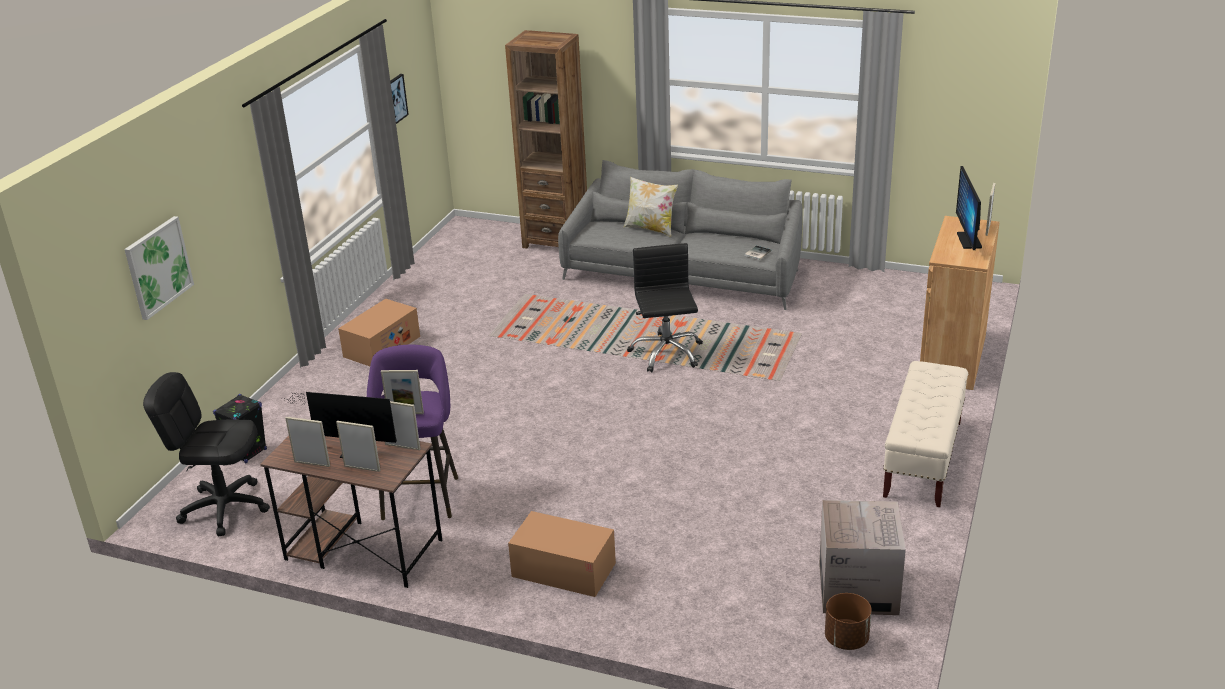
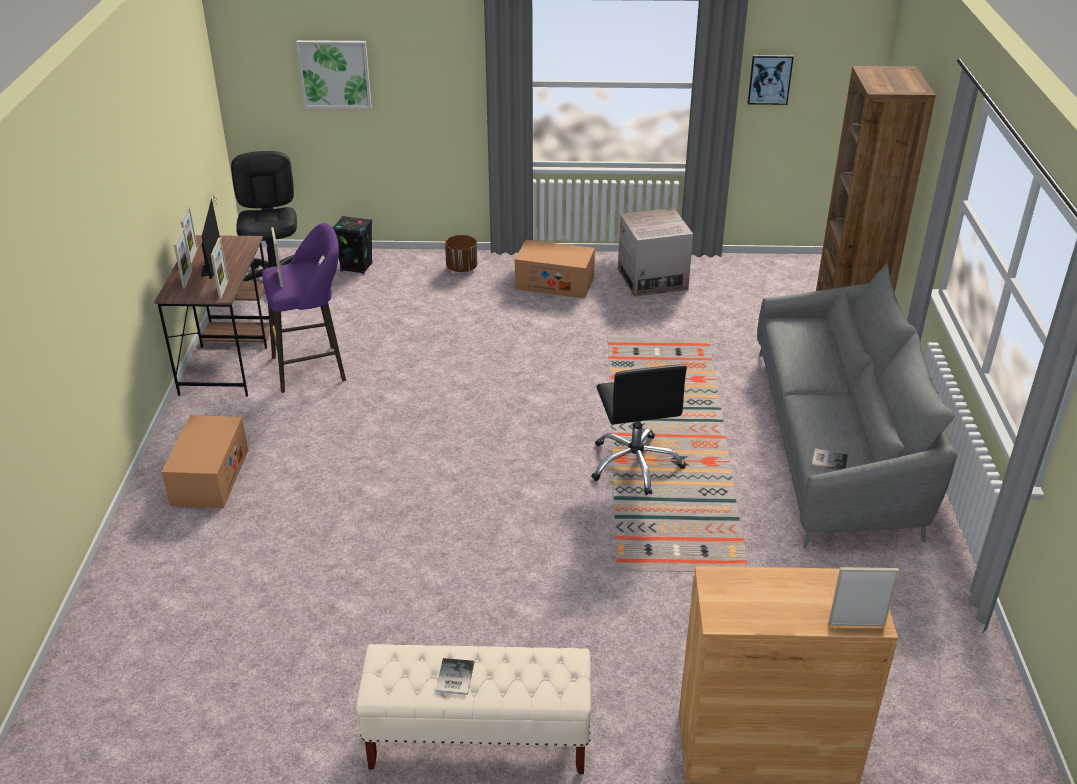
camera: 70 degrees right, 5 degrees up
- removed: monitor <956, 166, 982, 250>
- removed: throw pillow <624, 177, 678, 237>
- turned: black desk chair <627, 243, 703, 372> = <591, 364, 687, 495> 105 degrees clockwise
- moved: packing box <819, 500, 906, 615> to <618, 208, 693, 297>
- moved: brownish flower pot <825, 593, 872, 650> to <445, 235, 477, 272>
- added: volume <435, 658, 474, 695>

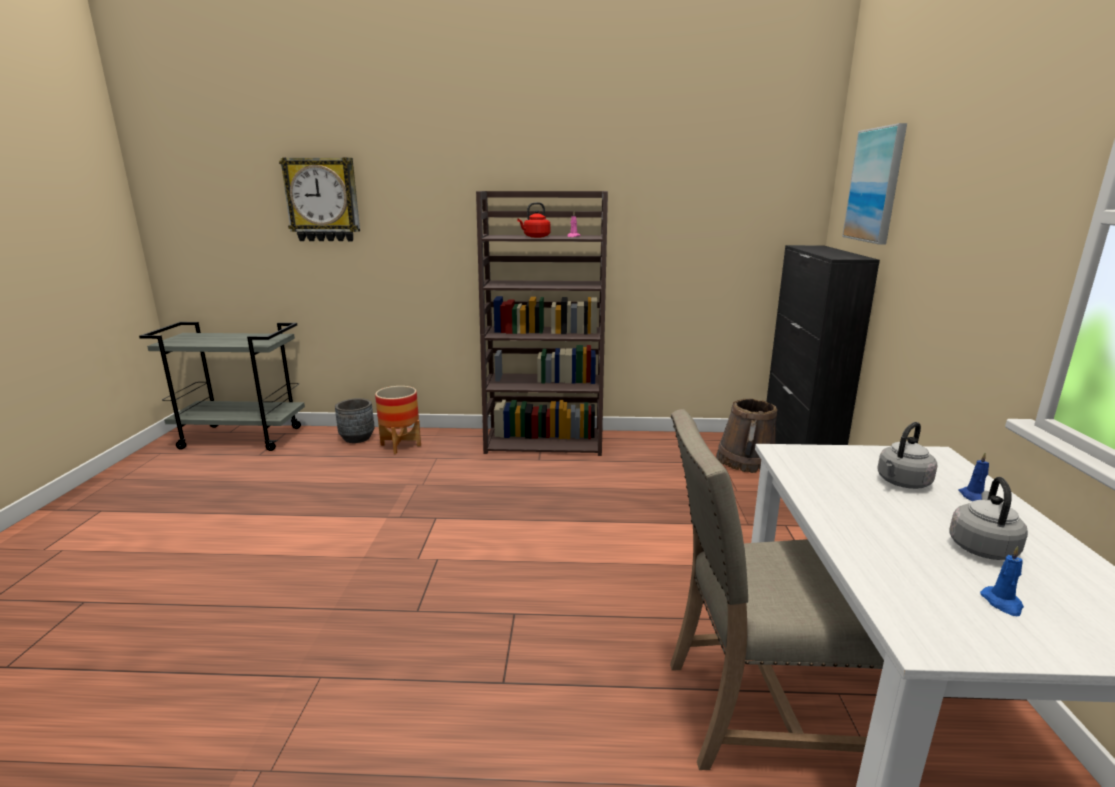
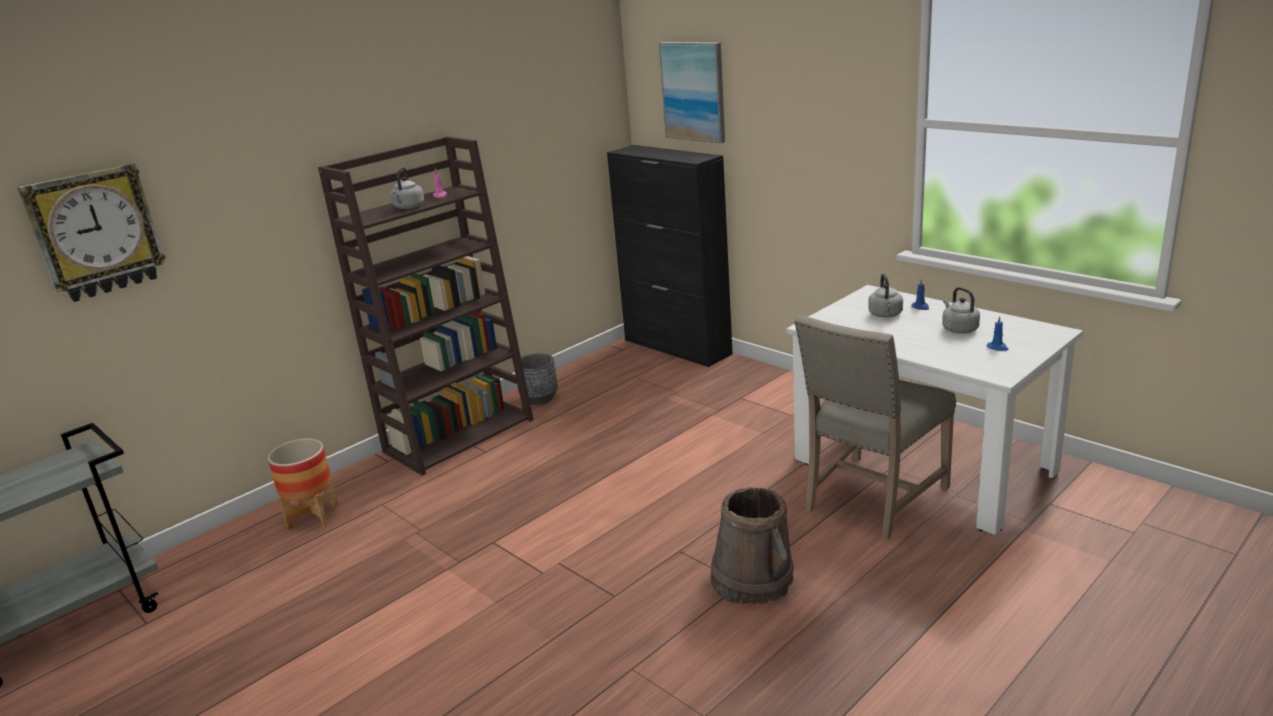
camera: 45 degrees left, 5 degrees up
- recoloured: red-coloured tea kettle <517, 202, 551, 238> to grey tea kettle <390, 167, 424, 209>
- moved: grey flower pot <335, 398, 375, 443> to <517, 353, 558, 405>
- moved: brownish bucket <716, 398, 777, 473> to <711, 487, 794, 605>

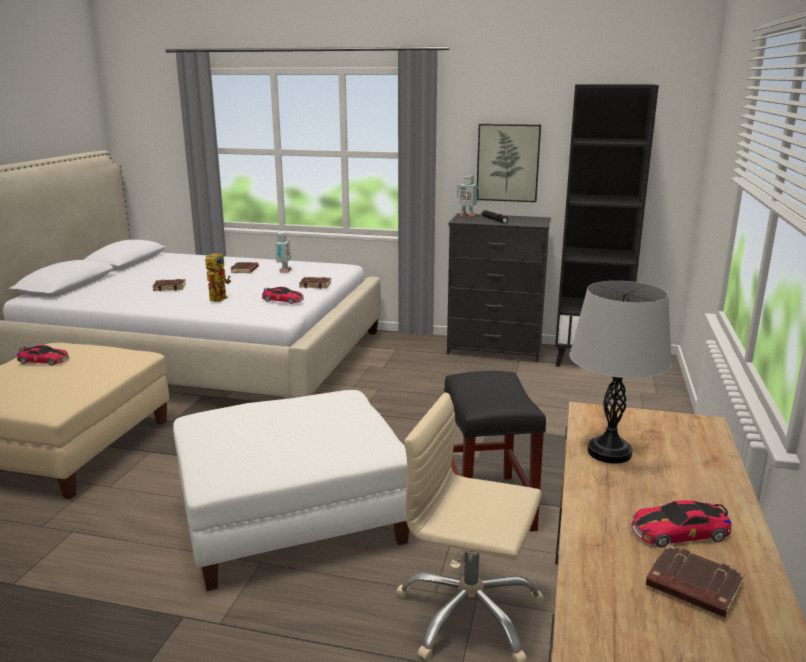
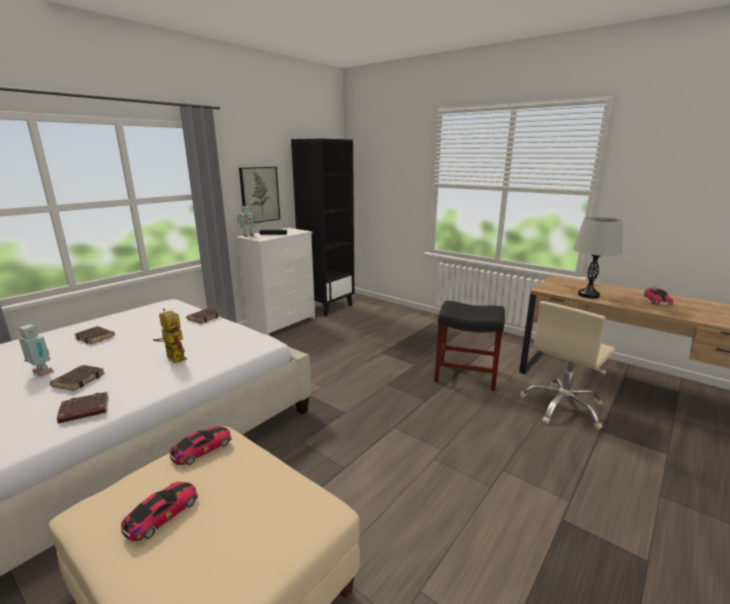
camera: 65 degrees left, 0 degrees up
- recoloured: black drawer chest <447, 213, 551, 362> to white-coloured drawer chest <236, 228, 315, 335>
- moved: toy robot <275, 232, 291, 273> to <19, 324, 54, 377>
- moved: miniature car <262, 287, 304, 304> to <170, 426, 231, 465>
- removed: white-coloured footrest <173, 390, 409, 591>
- moved: brownish volume <646, 545, 745, 618> to <57, 392, 109, 424>

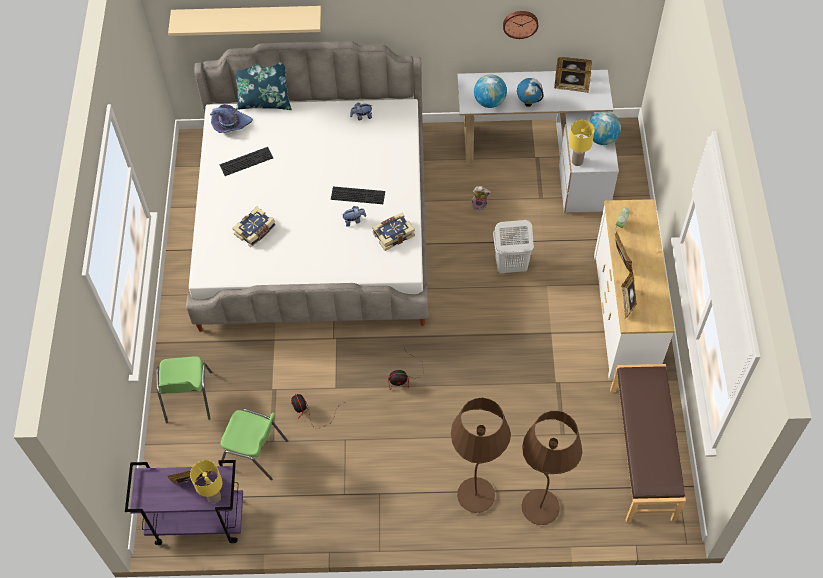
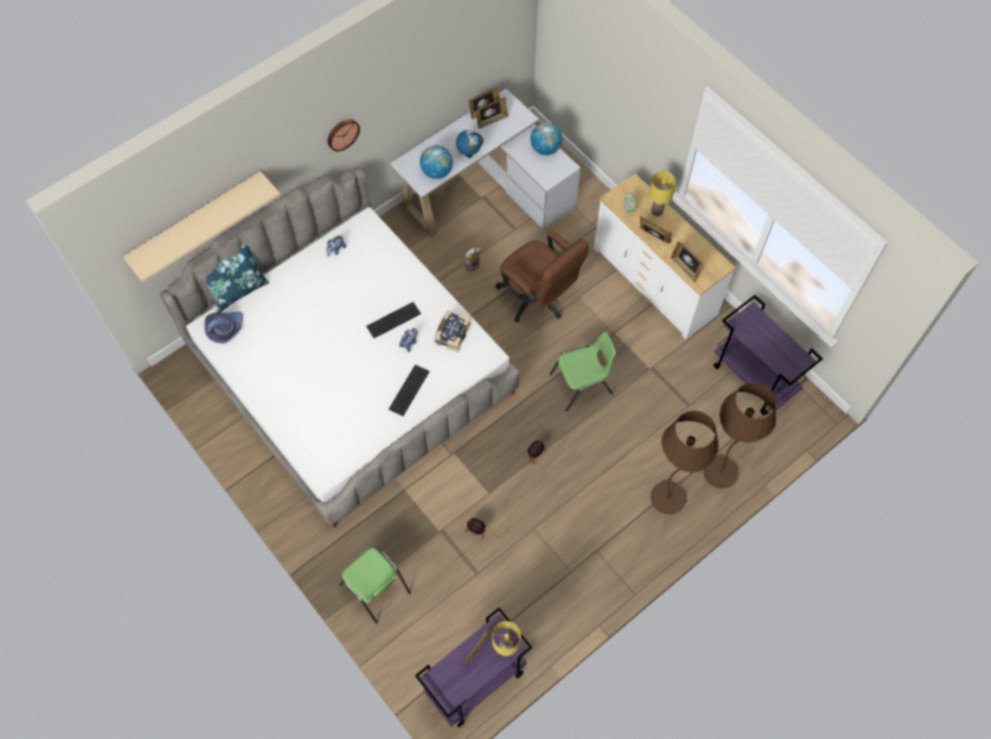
camera: 40 degrees left, 5 degrees up
- moved: hanging clock <503, 11, 538, 39> to <328, 119, 360, 151>
- moved: yellow-coloured tabletop lamp <569, 120, 595, 166> to <649, 171, 676, 216>
- moved: PC keyboard <220, 147, 273, 176> to <388, 365, 430, 416>
- removed: volume <233, 207, 275, 247>
- replaced: white-coloured laundry basket <493, 220, 534, 273> to brownish desk chair <495, 230, 589, 323>
- replaced: brownish bench <610, 364, 686, 523> to purple wheeled cart <714, 295, 823, 415>
- moved: green upright chair <220, 409, 288, 480> to <550, 332, 616, 412>

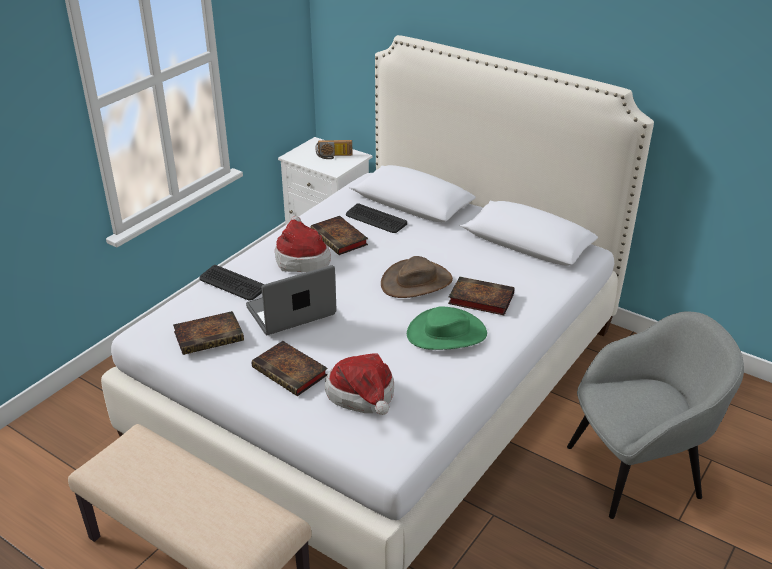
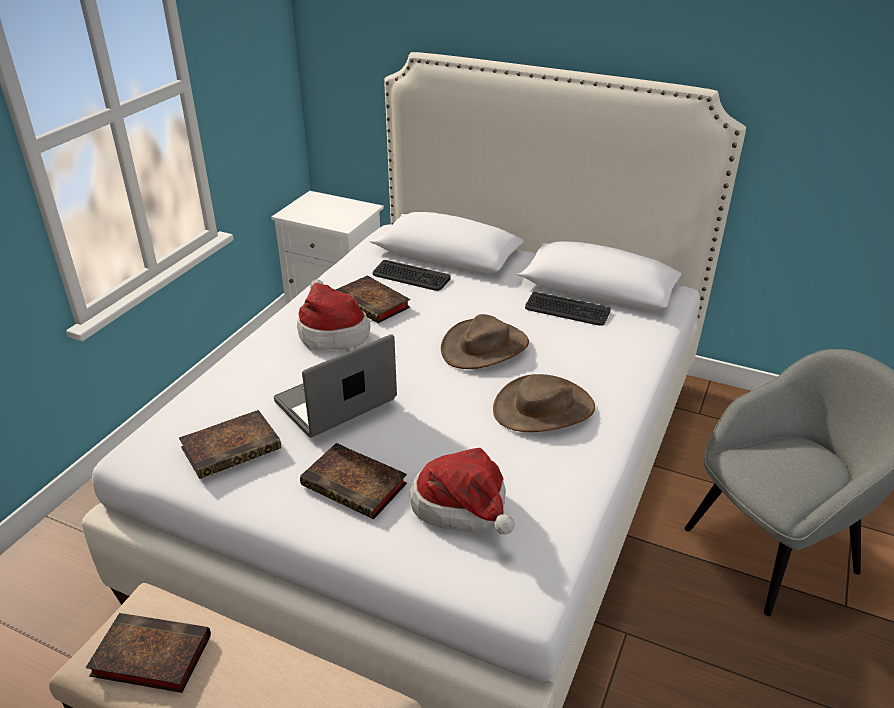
camera: 10 degrees left, 0 degrees up
- removed: radio receiver <315, 140, 353, 159>
- moved: PC keyboard <199, 265, 264, 300> to <525, 292, 611, 326>
- moved: volume <448, 277, 514, 315> to <86, 613, 211, 693>
- recoloured: green wearable hat <407, 306, 487, 350> to brownish wearable hat <493, 374, 595, 432>

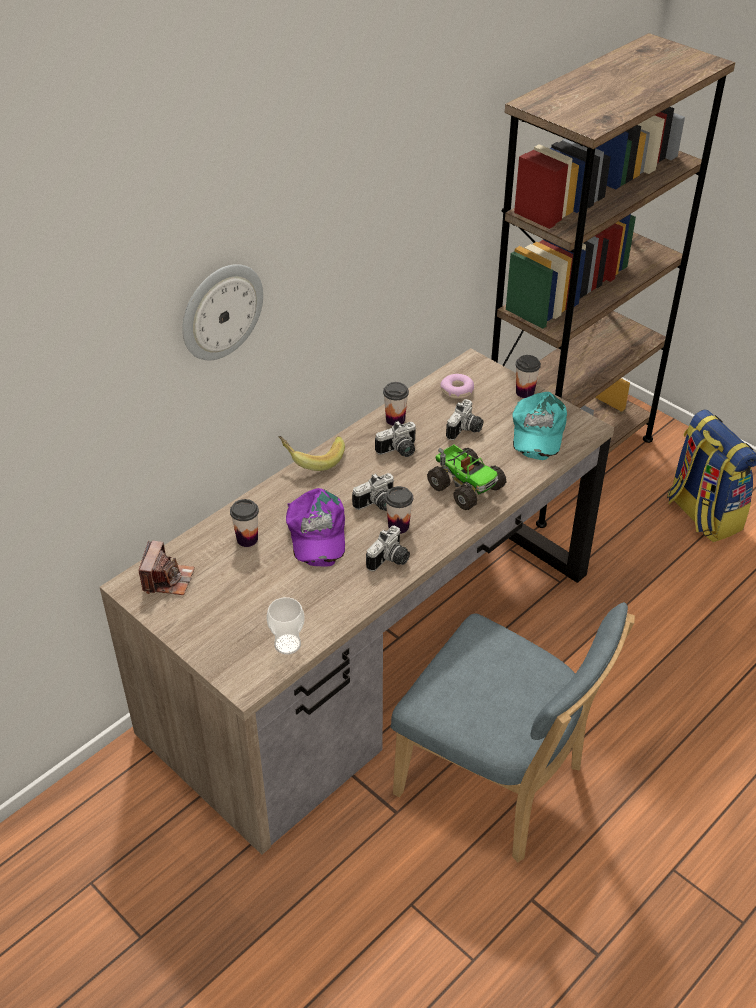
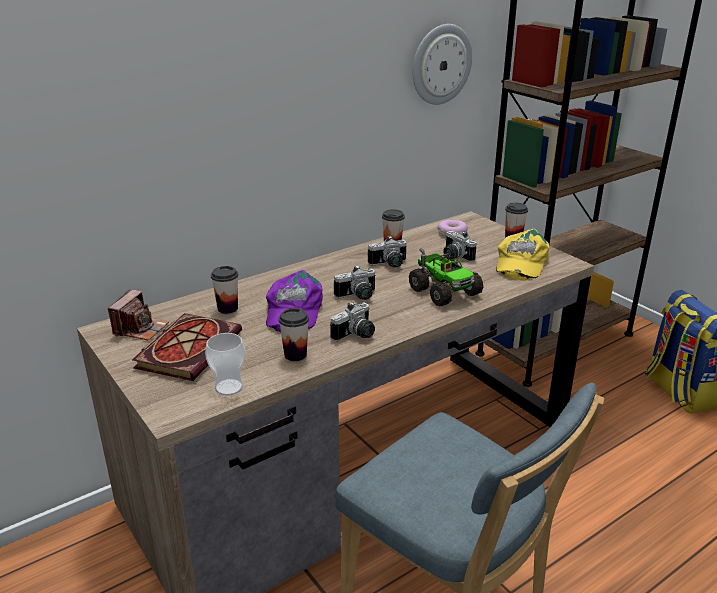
camera: 10 degrees right, 15 degrees down
- moved: hanging clock <182, 264, 263, 360> to <413, 24, 472, 105>
- recoloured: turquoise-coloured baseball cap <512, 392, 567, 460> to yellow-coloured baseball cap <496, 229, 549, 281>
- turned: photo camera <446, 399, 484, 440> = <443, 231, 477, 262> 105 degrees clockwise
- removed: whole banana <278, 436, 345, 471>
- moved: small cup <385, 486, 413, 534> to <279, 308, 309, 361>
- added: volume <132, 313, 242, 381>

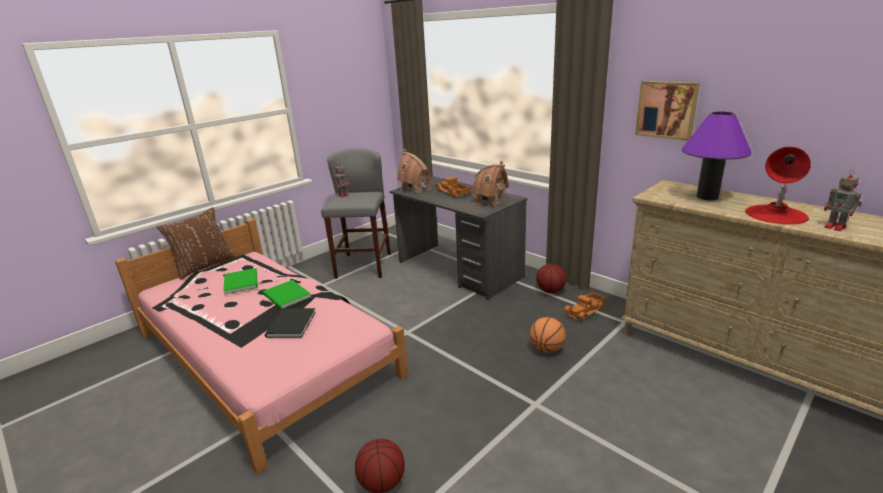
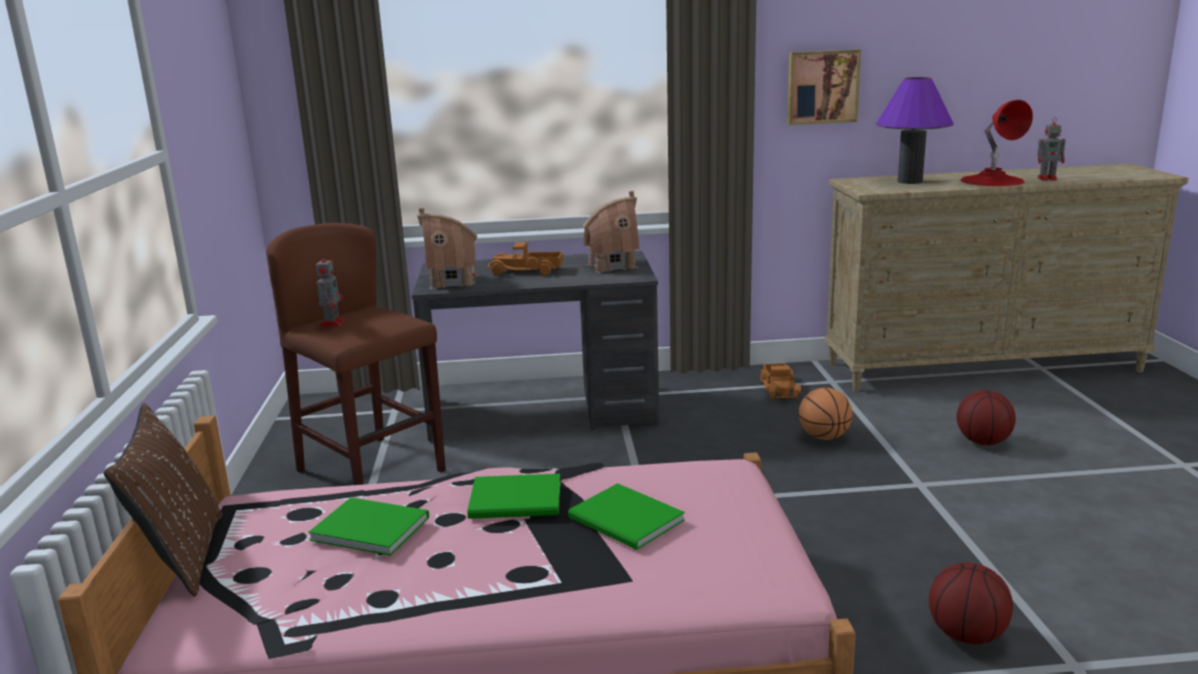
camera: 50 degrees left, 5 degrees down
- recoloured: grey stool <321, 148, 391, 279> to brownish stool <266, 223, 446, 485>
- moved: ball for basketball <536, 264, 566, 293> to <957, 390, 1016, 445>
- recoloured: black volume <265, 308, 316, 338> to green volume <568, 483, 685, 550>

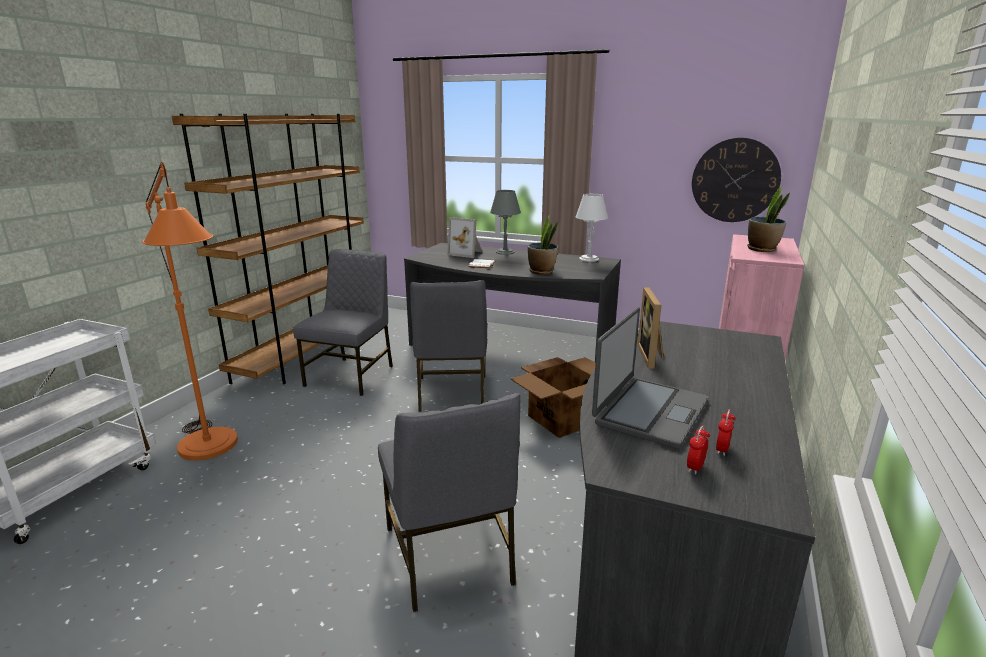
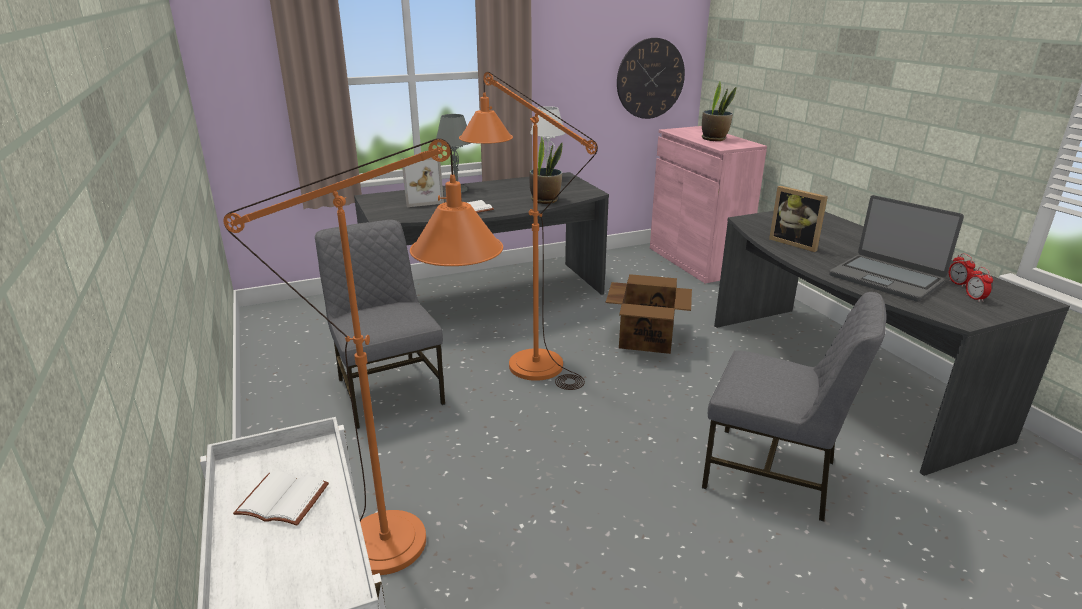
camera: 45 degrees left, 5 degrees up
- removed: brownish shelving unit <172, 114, 364, 384>
- replaced: grey upright chair <410, 280, 487, 412> to orange standing lamp <459, 72, 598, 390>
- turned: notebook computer <592, 307, 708, 449> = <829, 195, 964, 302> 150 degrees clockwise
- added: white-coloured volume <233, 471, 329, 526>

